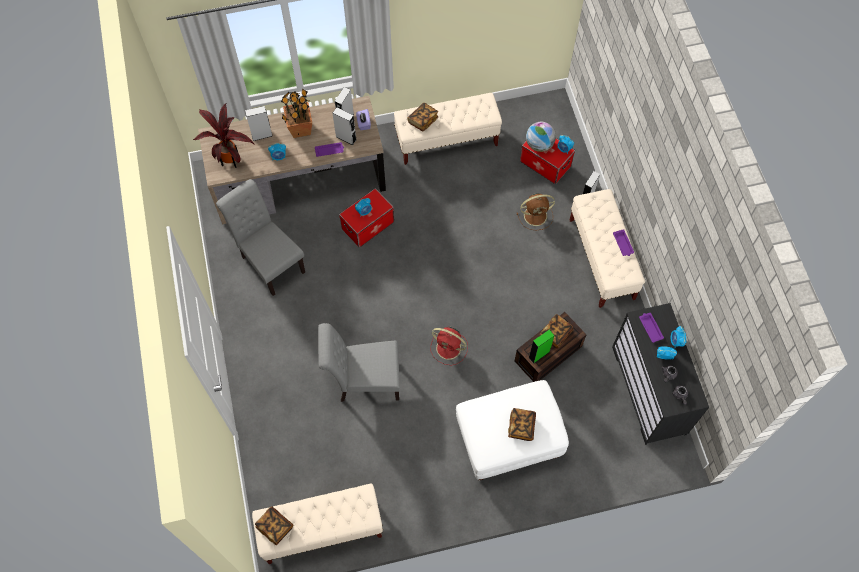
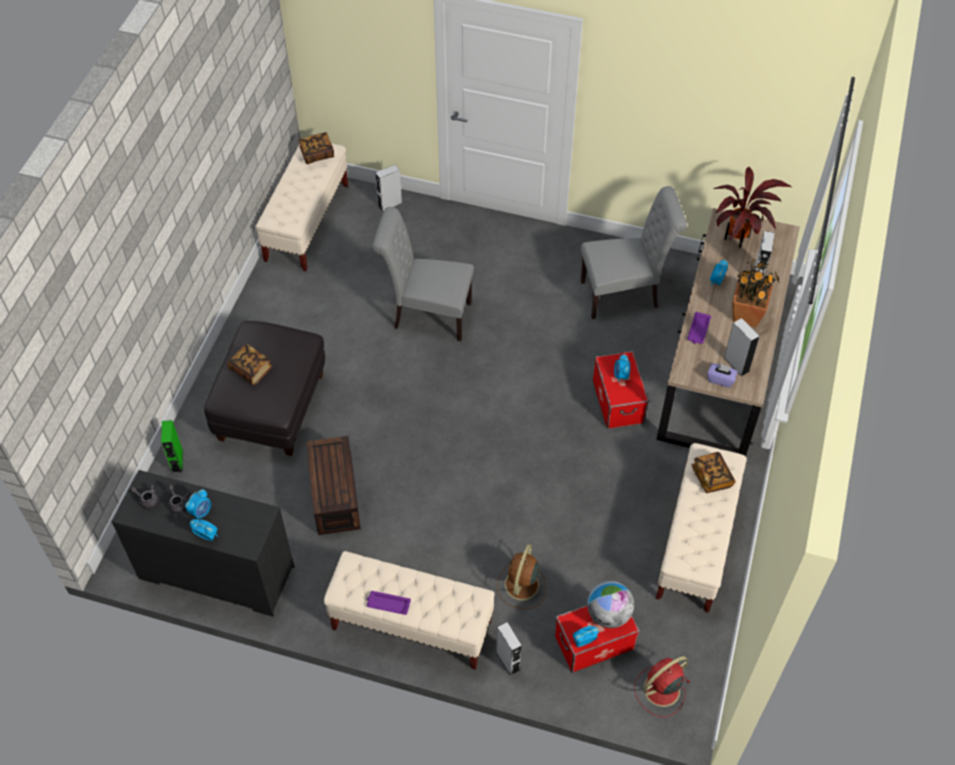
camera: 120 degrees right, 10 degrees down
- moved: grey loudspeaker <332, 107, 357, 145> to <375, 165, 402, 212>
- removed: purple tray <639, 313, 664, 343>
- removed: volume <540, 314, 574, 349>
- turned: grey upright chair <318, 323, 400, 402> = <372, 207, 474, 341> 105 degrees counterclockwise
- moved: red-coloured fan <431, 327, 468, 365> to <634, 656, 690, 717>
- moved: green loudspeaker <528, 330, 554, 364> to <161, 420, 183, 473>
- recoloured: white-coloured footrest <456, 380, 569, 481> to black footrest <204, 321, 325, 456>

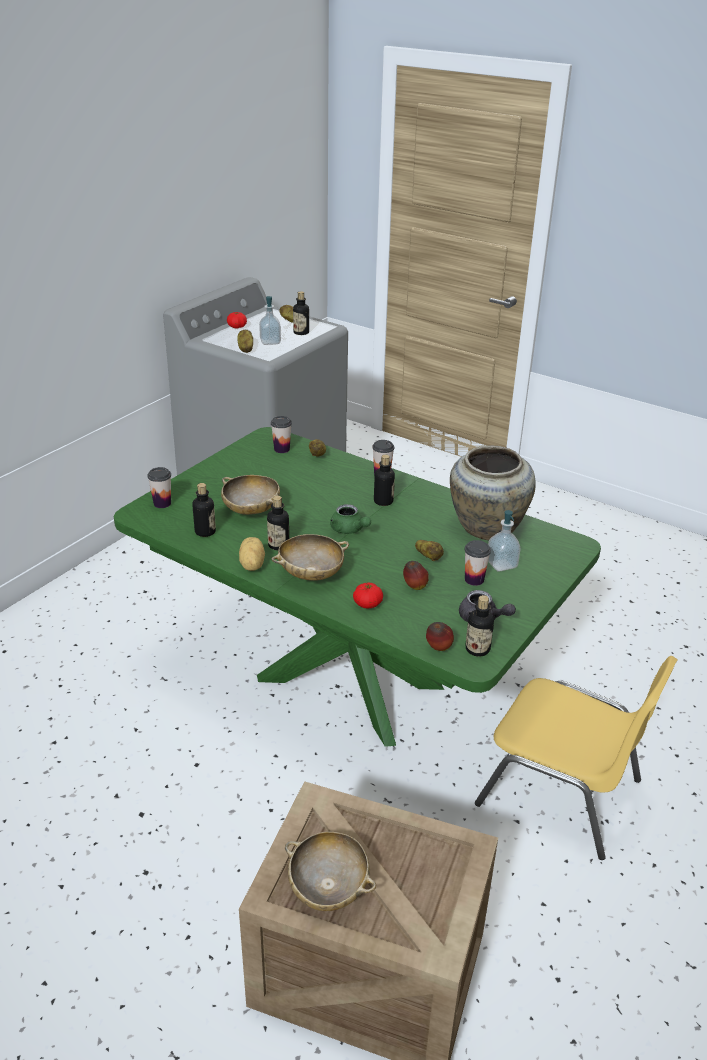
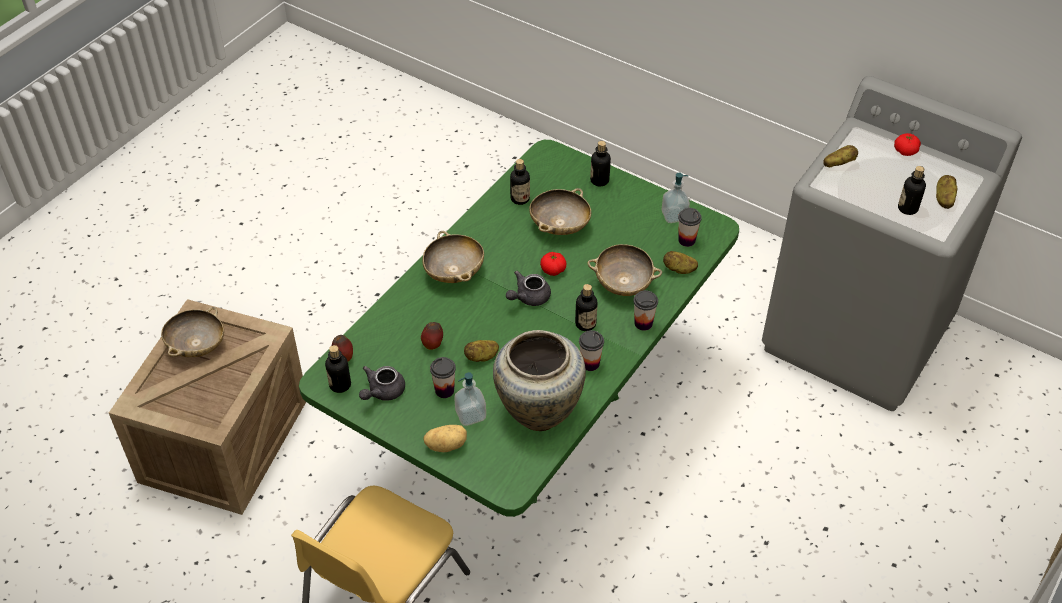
camera: 90 degrees right, 15 degrees up
- moved: liquid soap bottle <259, 296, 281, 345> to <662, 173, 690, 223>
- moved: small cup <147, 467, 171, 508> to <579, 330, 604, 371>
- moved: bottle <267, 496, 289, 550> to <590, 141, 611, 186>
- recoloured: green pot for tea <330, 504, 371, 534> to grey pot for tea <506, 271, 551, 306>
- moved: potato <239, 537, 265, 571> to <423, 425, 467, 452>
- moved: whole tomato <353, 583, 383, 609> to <540, 252, 566, 276>
- added: beige-coloured serving bowl <587, 244, 662, 296>

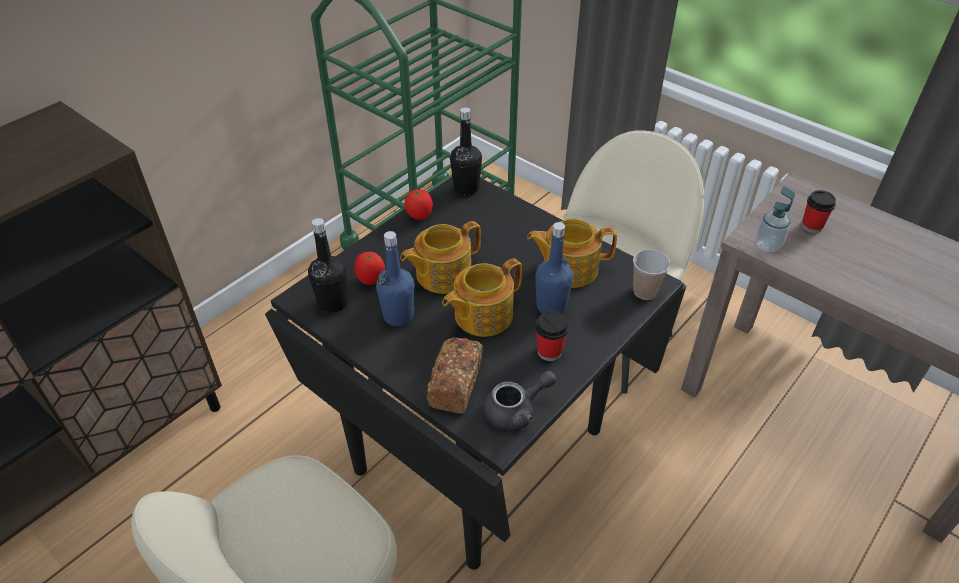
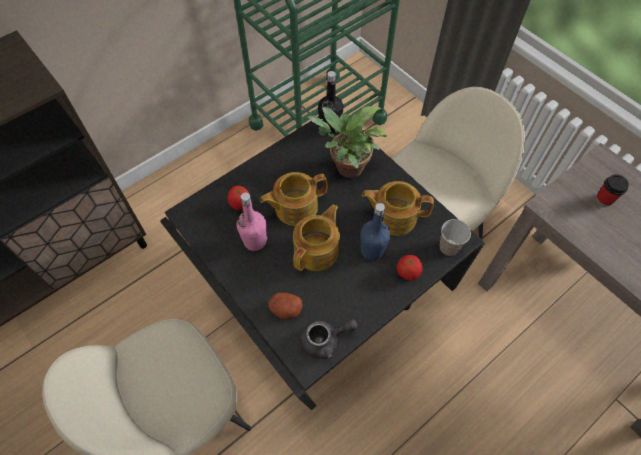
camera: 10 degrees right, 15 degrees up
- removed: liquid soap bottle <756, 187, 795, 252>
- moved: whole tomato <404, 189, 433, 220> to <397, 255, 423, 280>
- removed: black bottle <308, 218, 348, 313>
- recoloured: blue-coloured bottle <376, 231, 415, 326> to pinkish bottle <237, 193, 267, 251>
- turned: pot for tea <442, 258, 522, 337> = <293, 205, 340, 271> 150 degrees clockwise
- removed: small cup <536, 311, 569, 361>
- replaced: bread <427, 338, 483, 414> to potato <268, 293, 303, 319>
- added: plant in a pot <307, 106, 387, 178>

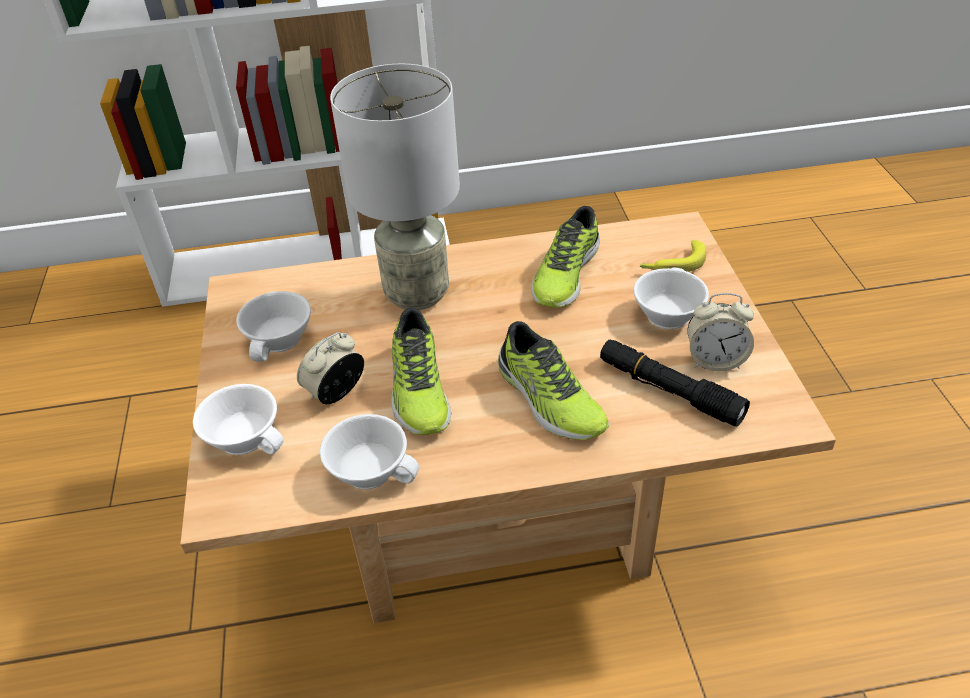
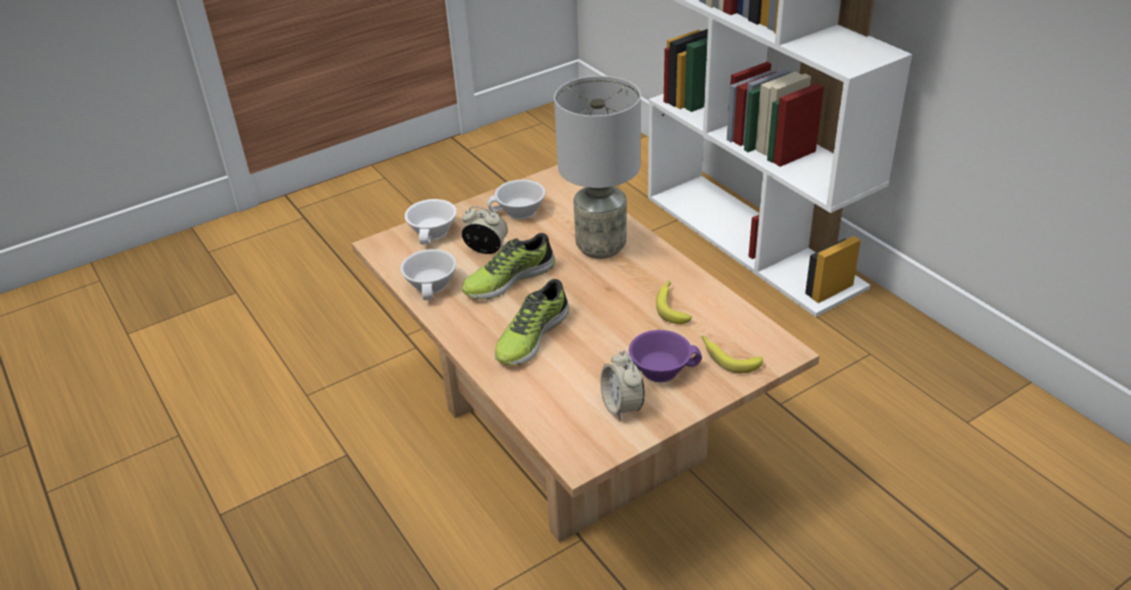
camera: 65 degrees right, 5 degrees down
- replaced: item of footwear <531, 206, 600, 308> to whole banana <656, 280, 692, 324>
- recoloured: white-coloured small cup <633, 267, 709, 329> to purple small cup <629, 330, 702, 382>
- removed: black flashlight <600, 340, 750, 427>

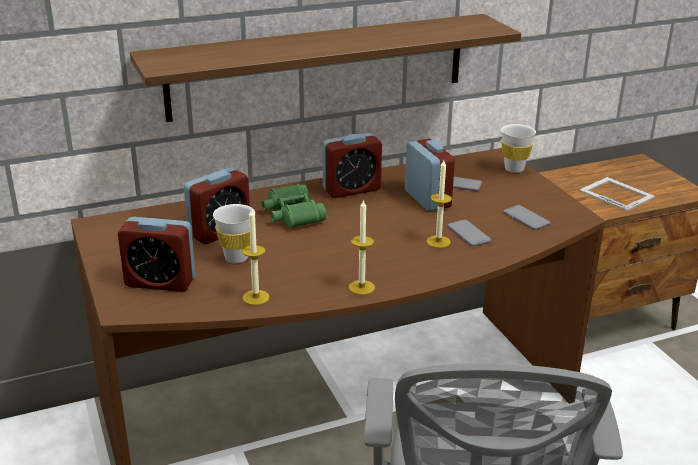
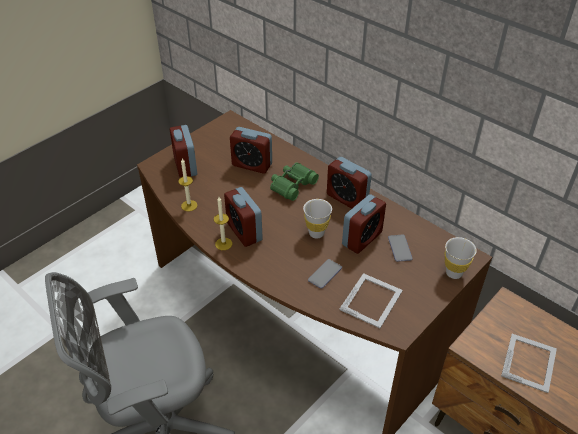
camera: 65 degrees right, 15 degrees up
- removed: wall shelf <130, 14, 521, 122>
- removed: wax light <426, 160, 452, 248>
- moved: white-coloured small cup <213, 204, 255, 263> to <303, 199, 332, 238>
- replaced: phone <503, 205, 550, 230> to picture frame <339, 273, 403, 328>
- added: bedside clock <224, 187, 263, 247>

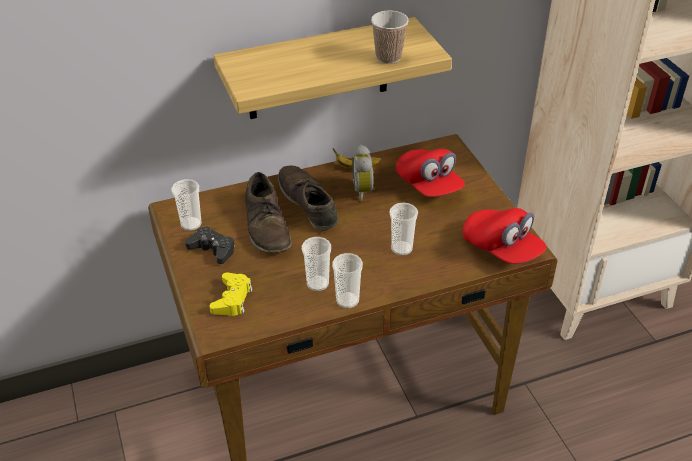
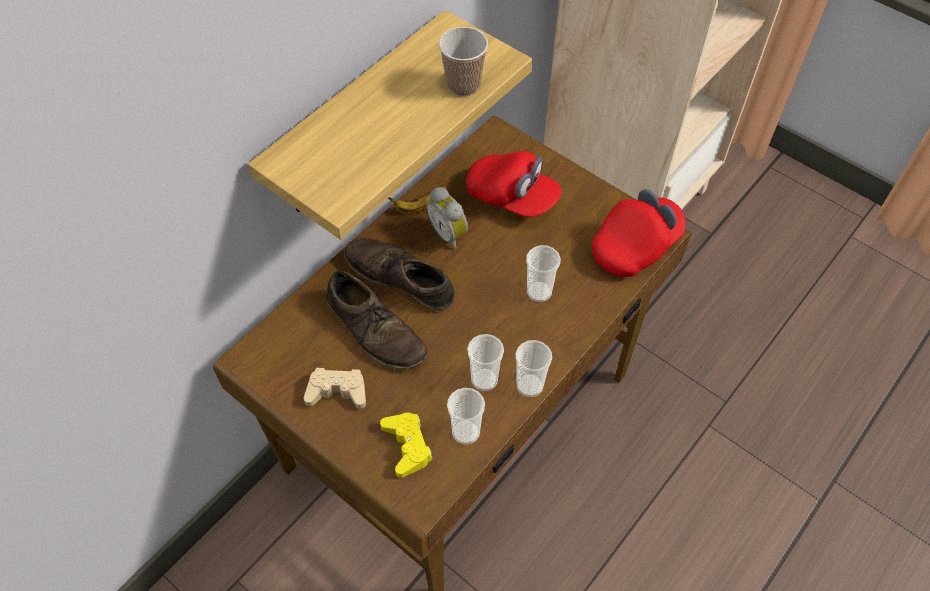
camera: 30 degrees left, 15 degrees up
- moved: small cup <172, 179, 202, 231> to <447, 388, 485, 445>
- turned: red-coloured baseball cap <463, 208, 546, 264> = <592, 189, 686, 277> 60 degrees counterclockwise
- recoloured: black joypad <185, 226, 235, 264> to beige-coloured joypad <304, 368, 366, 409>

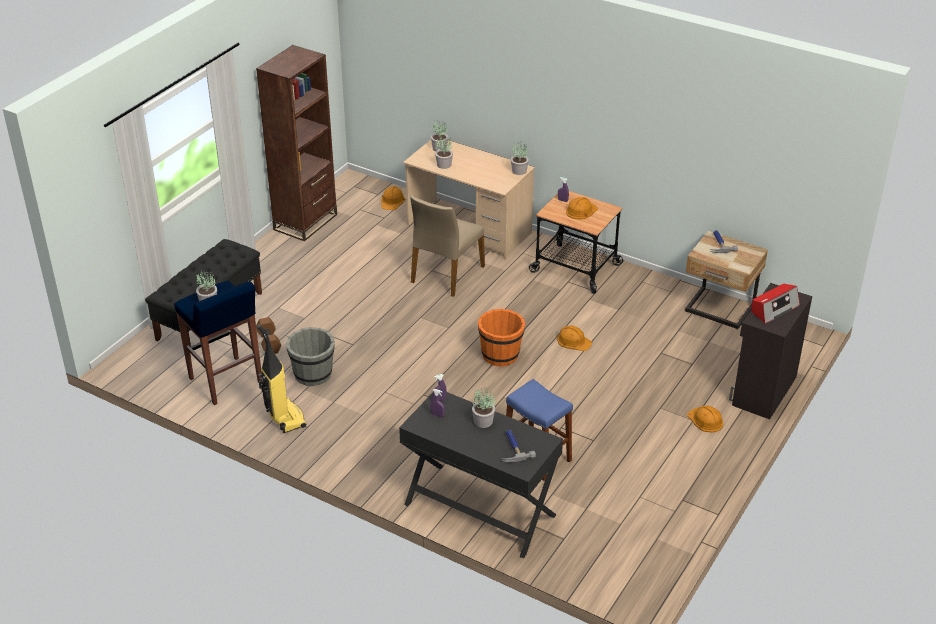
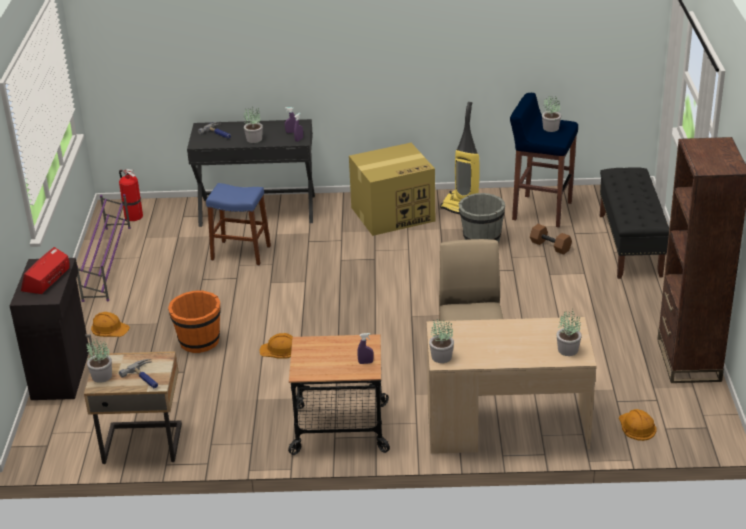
camera: 150 degrees right, 5 degrees down
- moved: plant in a pot <435, 136, 453, 169> to <86, 339, 112, 383>
- removed: orange work helmet <566, 197, 598, 219>
- moved: orange bucket <478, 309, 526, 367> to <168, 291, 221, 353>
- added: packing box <349, 143, 435, 236>
- added: extinguisher <119, 169, 143, 221>
- added: purple shoe rack <77, 194, 131, 302>

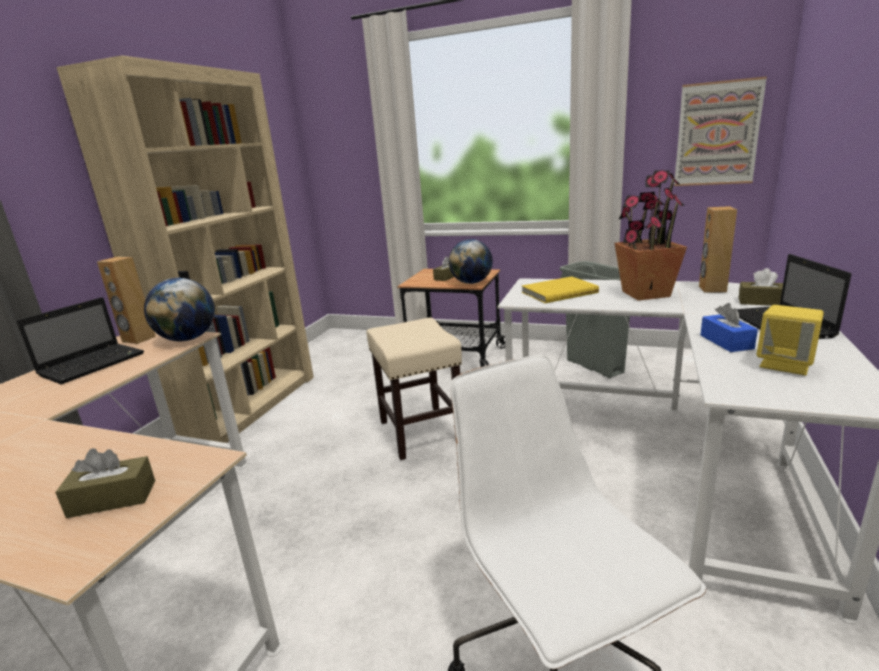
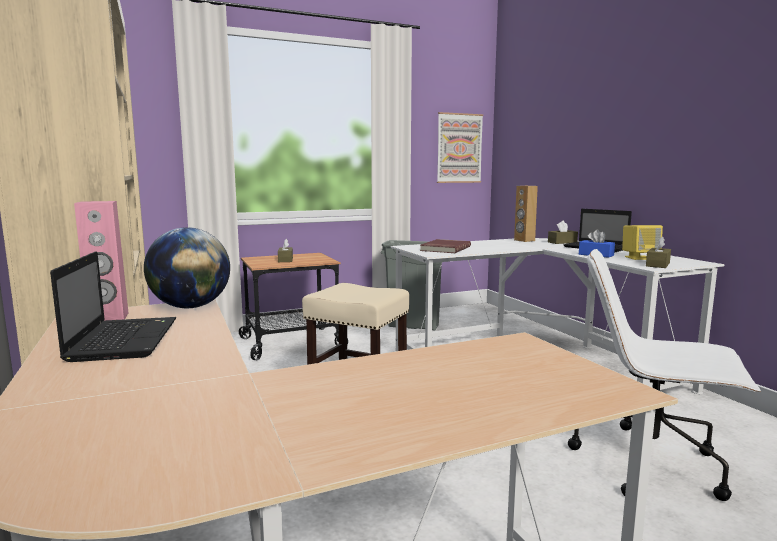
camera: 45 degrees left, 10 degrees down
- removed: plant in a pot <615, 170, 687, 301>
- removed: world globe <449, 239, 493, 284>
- recoloured: brownish loudspeaker <97, 257, 156, 344> to pinkish loudspeaker <74, 201, 128, 320>
- recoloured: yellow-coloured volume <522, 276, 599, 303> to red-coloured volume <420, 239, 471, 253>
- moved: brownish box of tissues <55, 448, 155, 518> to <646, 236, 671, 268>

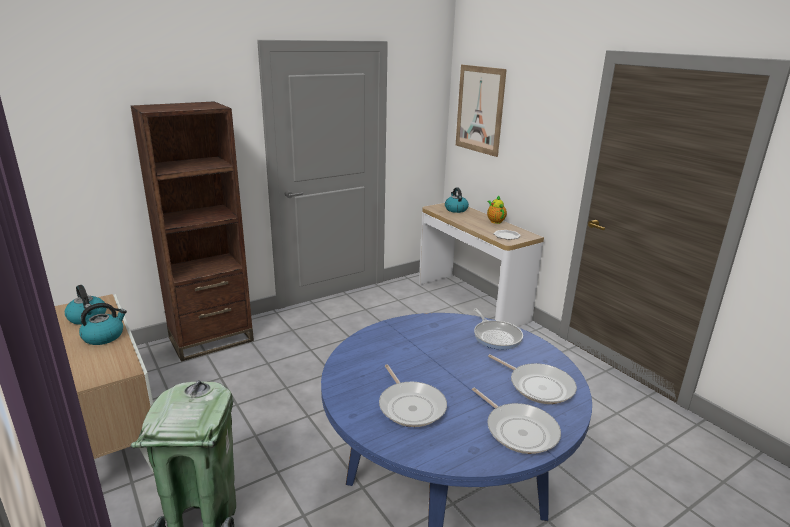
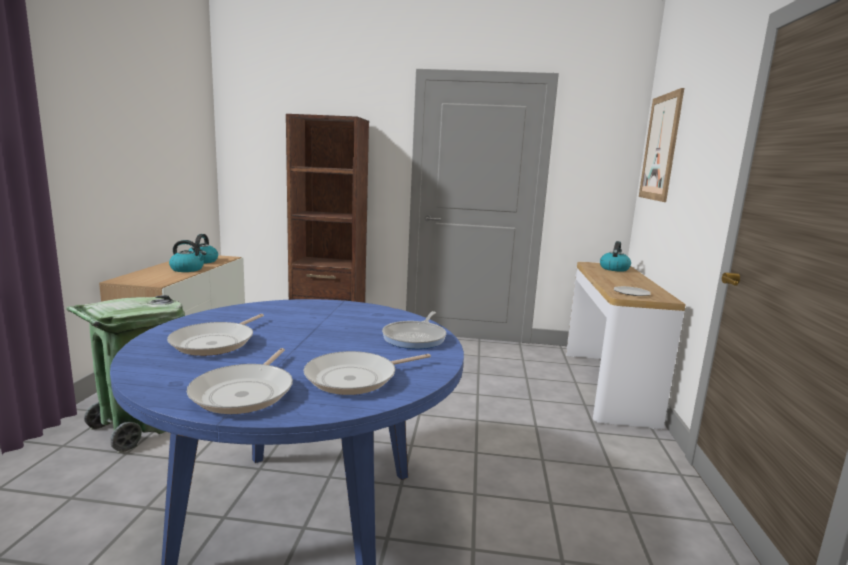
camera: 40 degrees right, 10 degrees down
- removed: pot for tea <487, 195, 507, 224>
- turned: skillet <488, 354, 577, 404> = <304, 351, 431, 395> 60 degrees clockwise

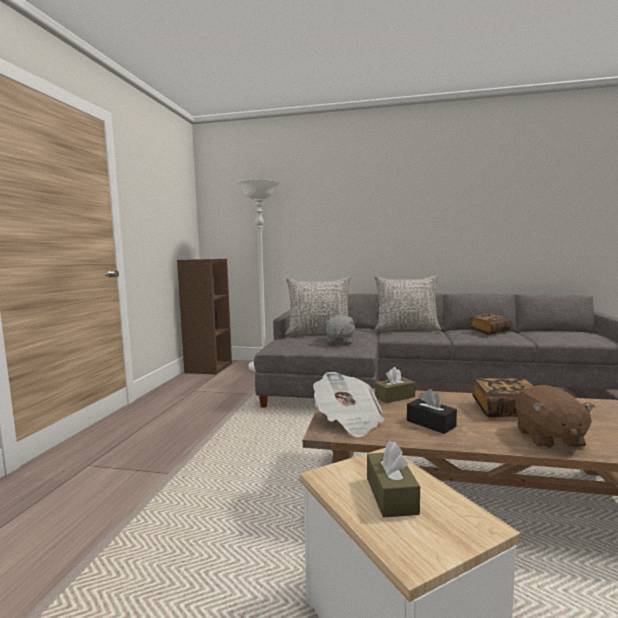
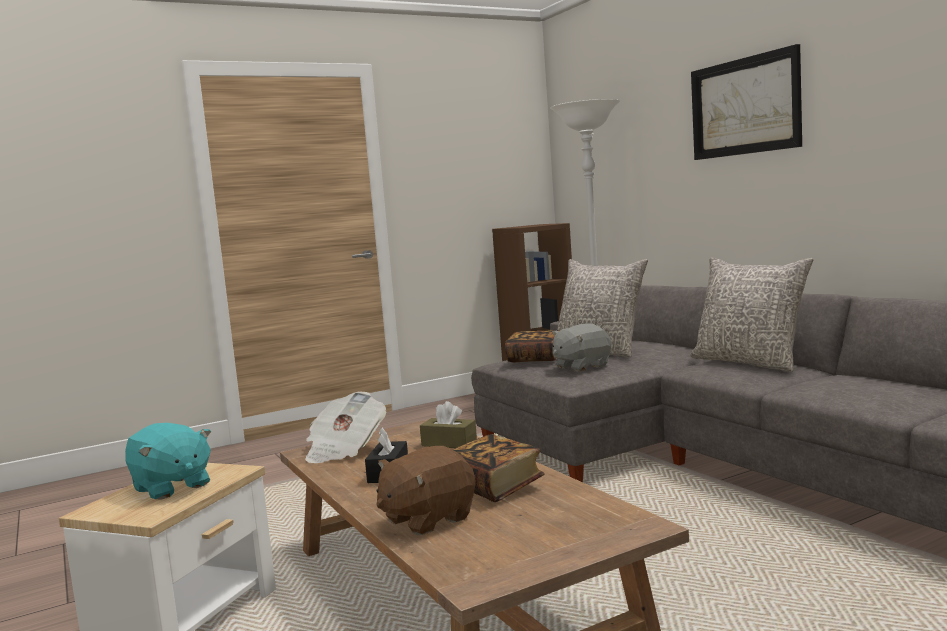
camera: 50 degrees right, 0 degrees up
- moved: volume <469, 314, 511, 335> to <505, 330, 560, 362>
- replaced: brownish box of tissues <367, 441, 420, 518> to turquoise-coloured plush toy <125, 423, 211, 499>
- added: picture <691, 44, 802, 160>

